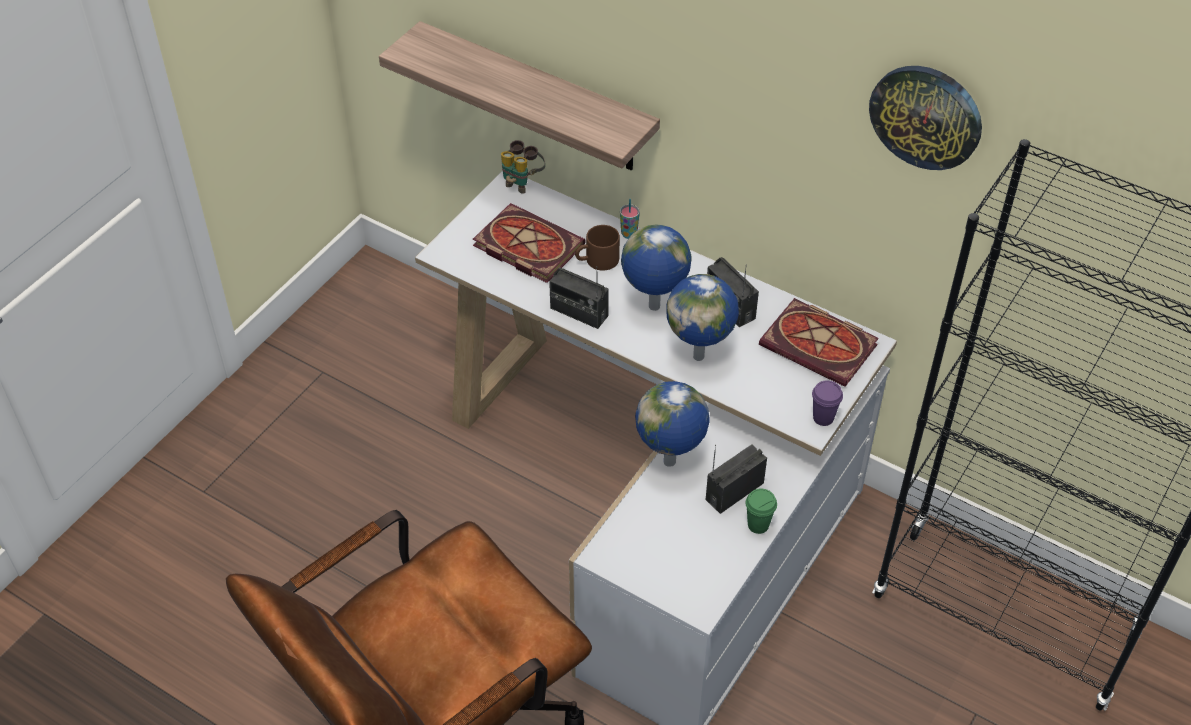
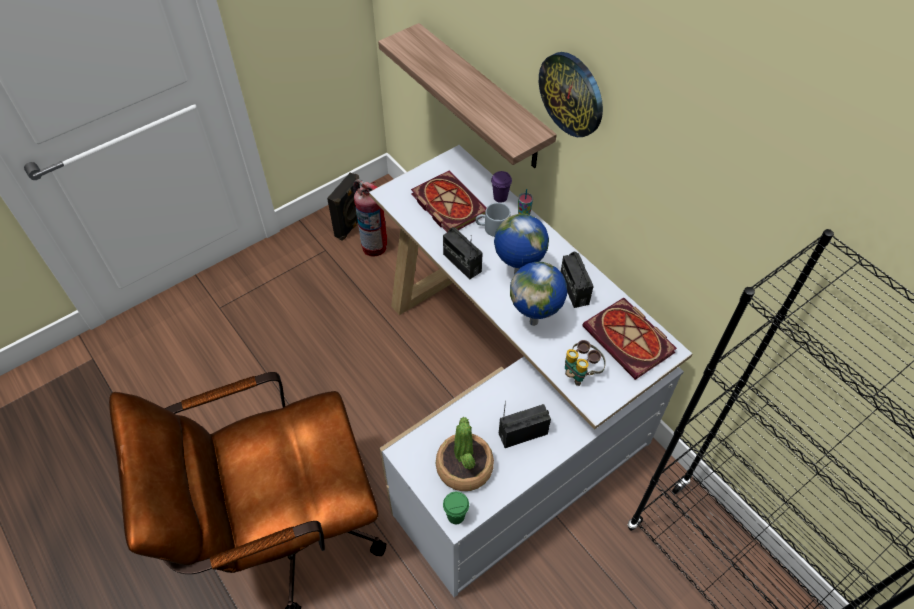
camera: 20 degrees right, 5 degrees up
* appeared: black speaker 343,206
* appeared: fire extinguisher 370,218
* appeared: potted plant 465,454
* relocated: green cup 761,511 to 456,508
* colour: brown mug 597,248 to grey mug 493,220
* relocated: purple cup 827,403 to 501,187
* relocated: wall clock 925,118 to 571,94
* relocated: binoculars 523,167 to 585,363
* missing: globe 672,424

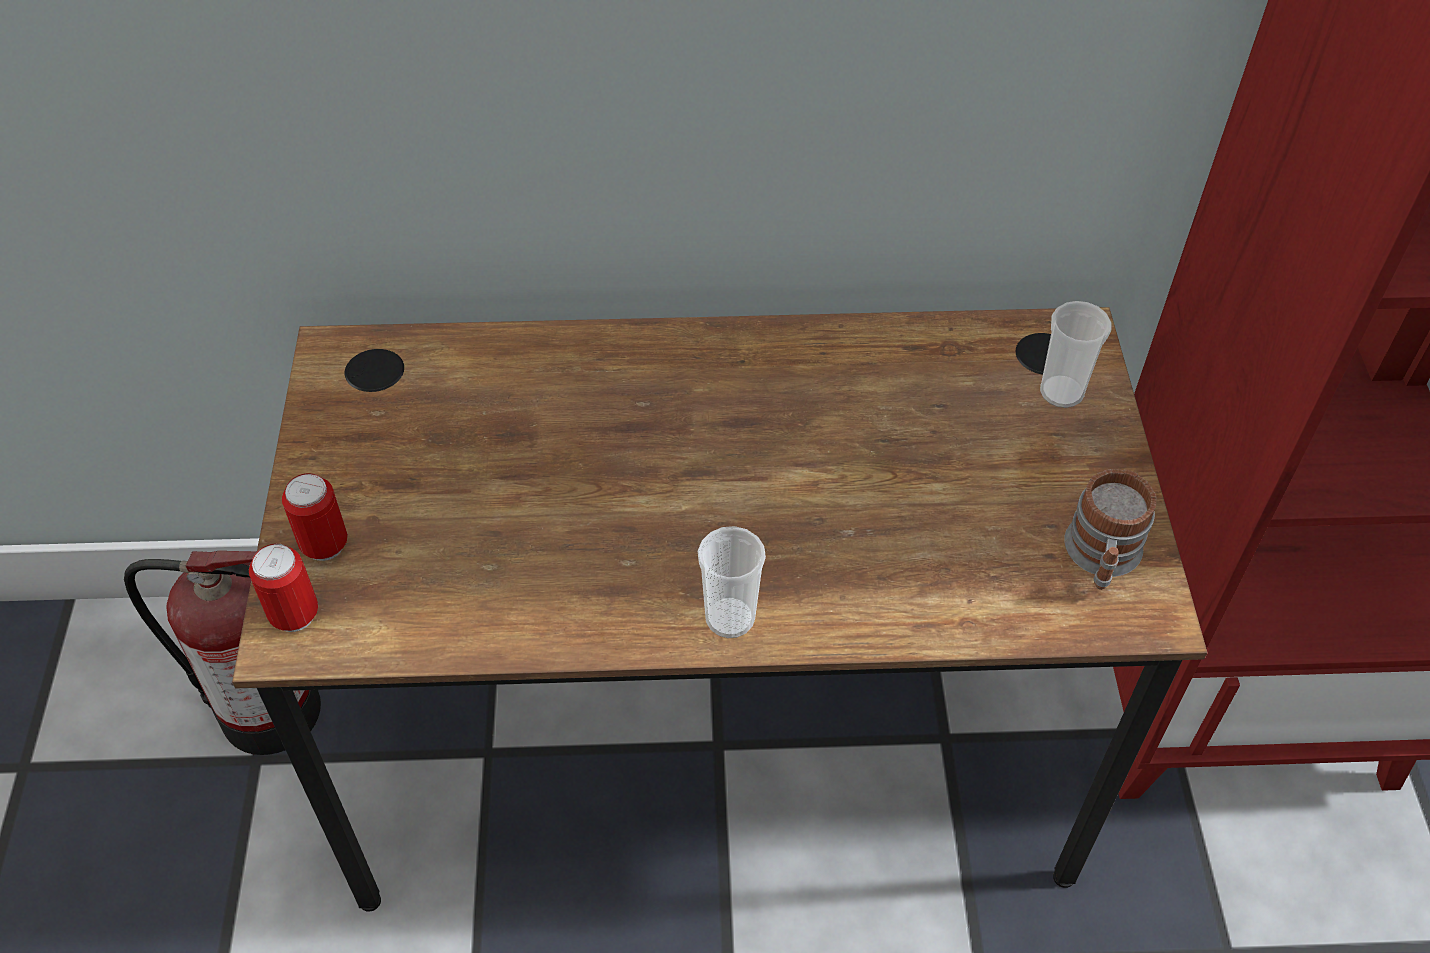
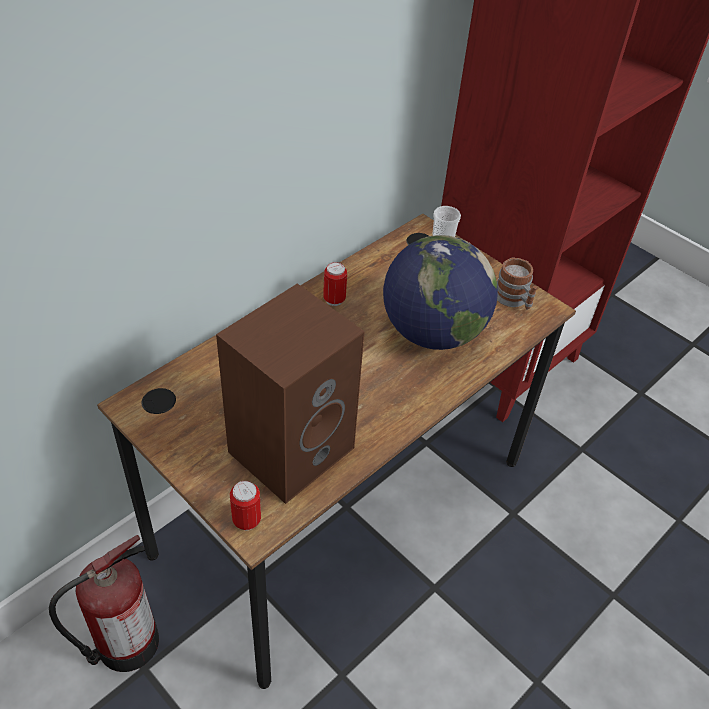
camera: 45 degrees left, 5 degrees down
* appeared: brown speaker 290,393
* relocated: can 315,517 to 335,284
* appeared: globe 440,292
* missing: cup 732,582

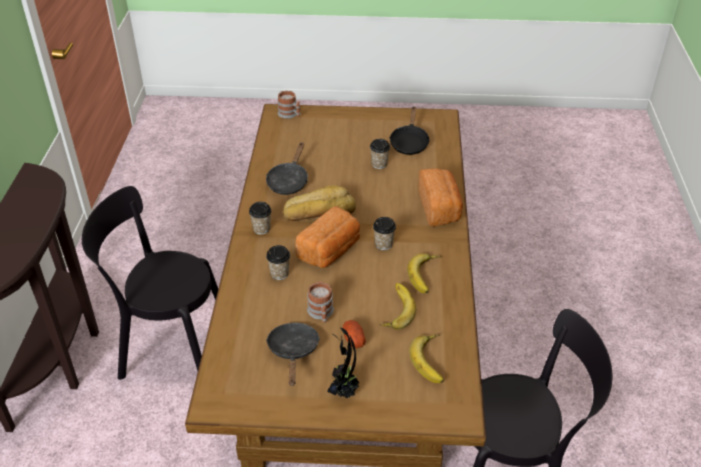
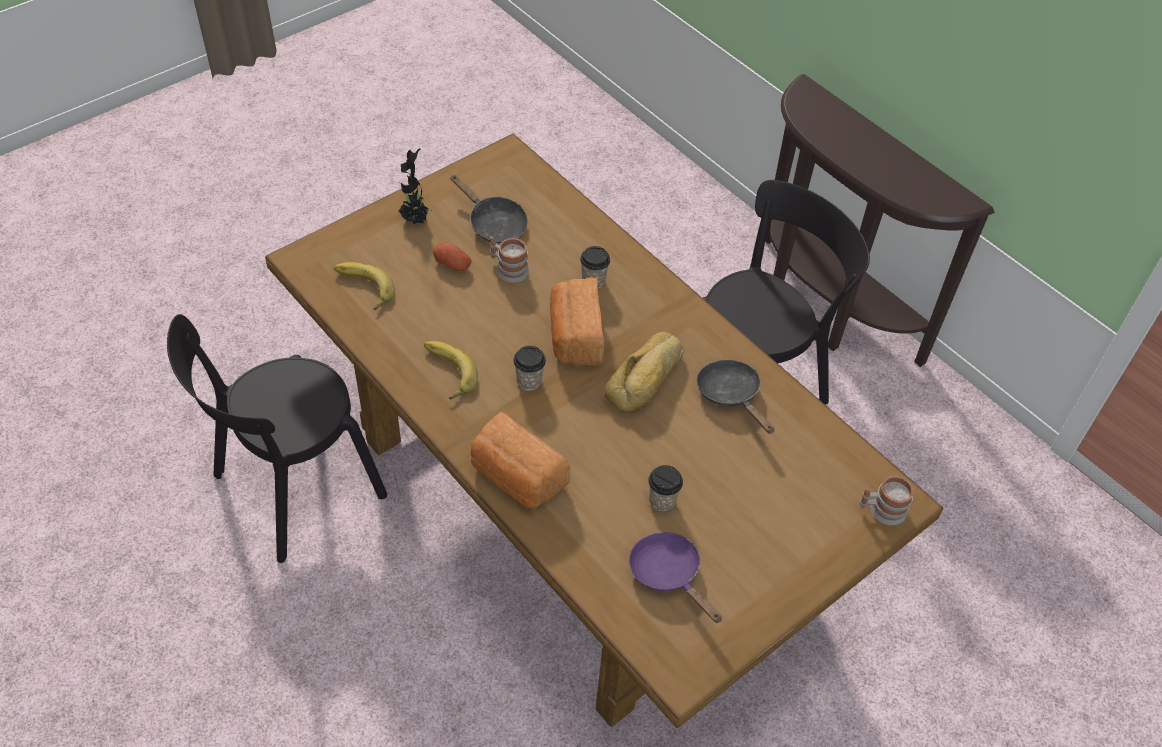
camera: 135 degrees right, 10 degrees up
* colour: black frying pan 409,130 to purple frying pan 675,577
* missing: cup 260,218
* missing: banana 397,306

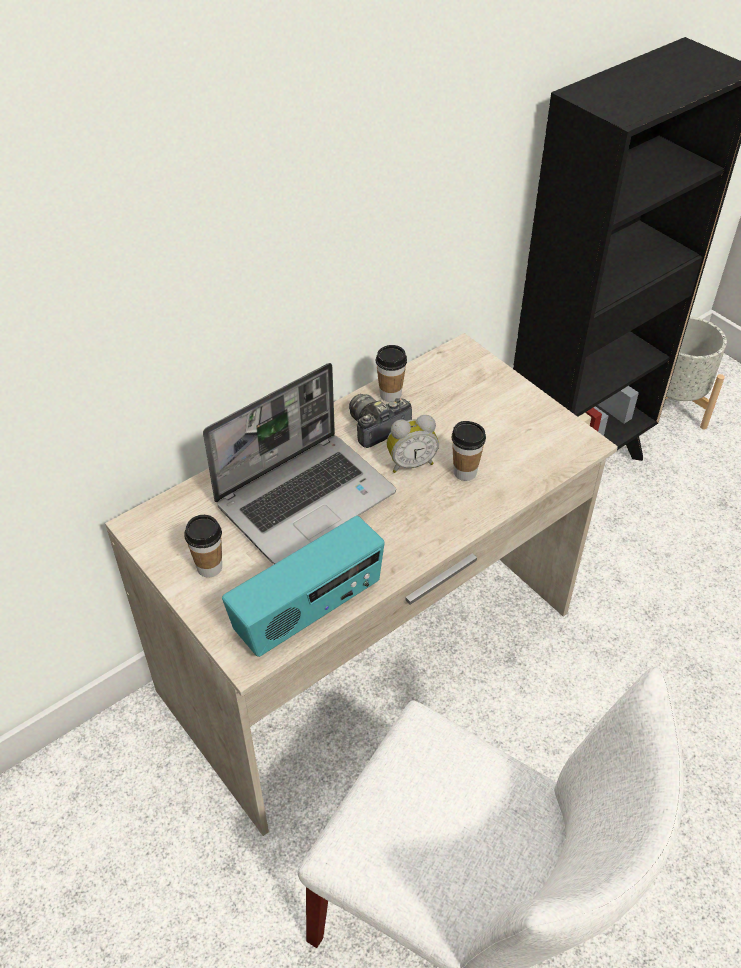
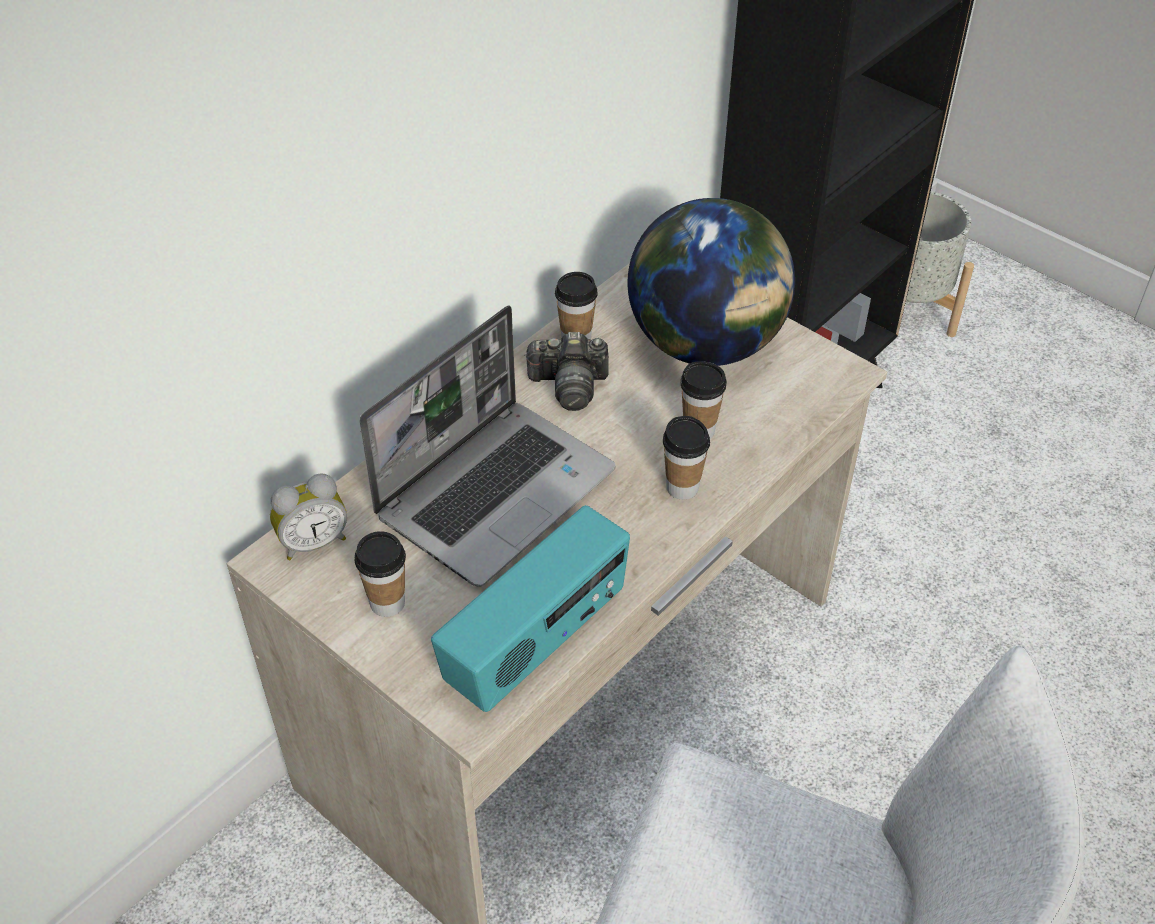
camera: 10 degrees left, 0 degrees up
* relocated: alarm clock 413,444 to 308,516
* spun: photo camera 380,421 = 566,371 135 degrees counterclockwise
* appeared: globe 711,282
* appeared: cup 686,458

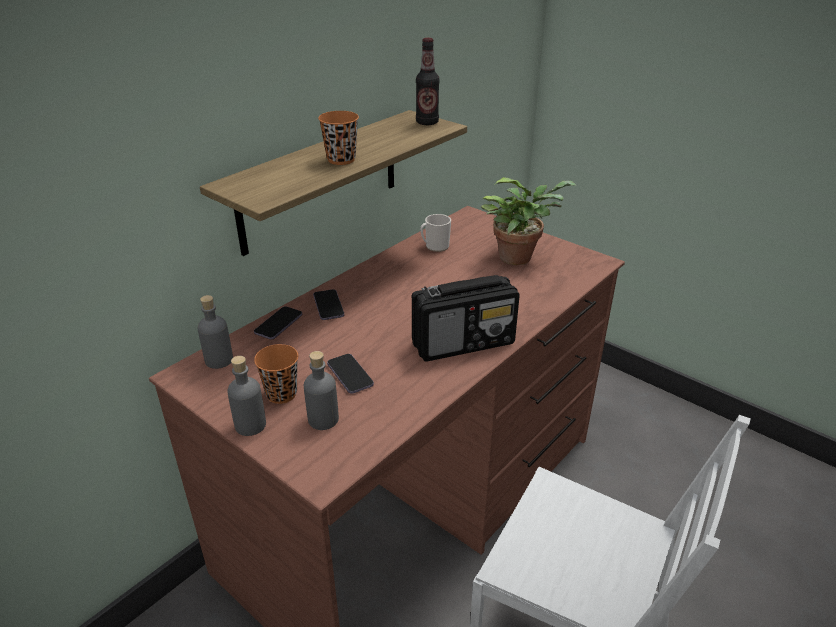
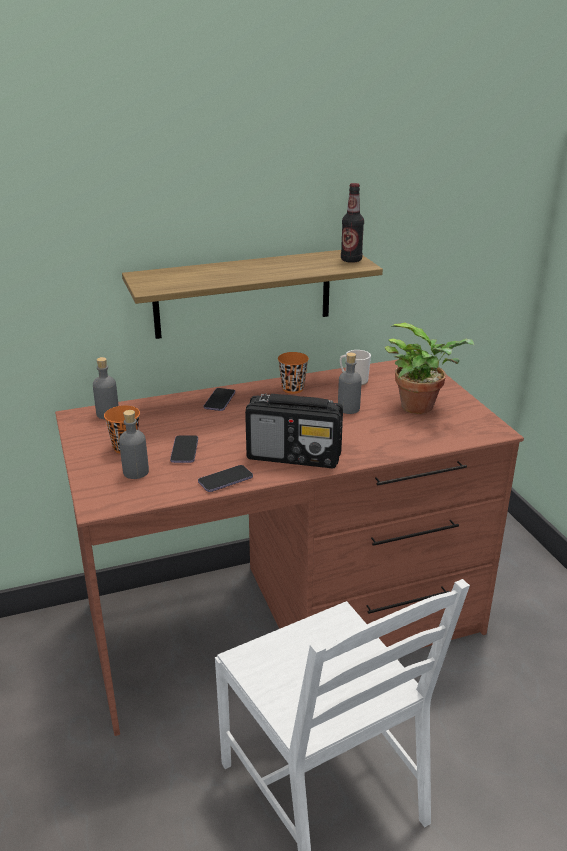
camera: 30 degrees right, 5 degrees down
* relocated: phone 278,323 to 225,478
* relocated: orange cup 338,138 to 293,373
* relocated: grey bottle 246,396 to 350,383

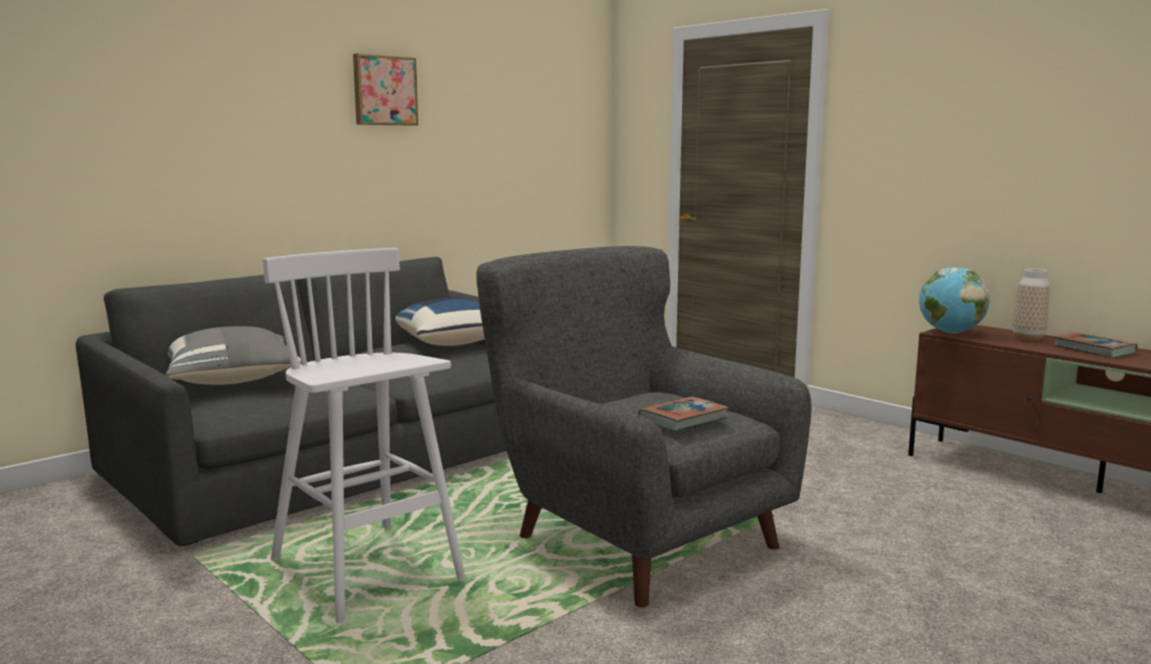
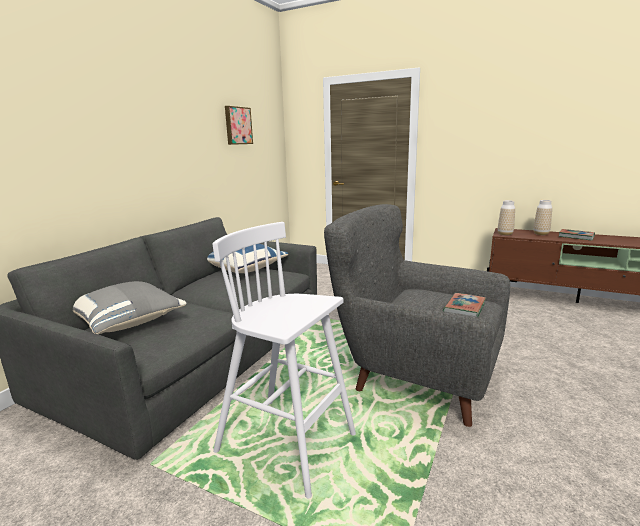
camera: 20 degrees left, 5 degrees up
* relocated: picture 385,90 to 239,125
* exchanged: globe 954,300 to vase 506,218

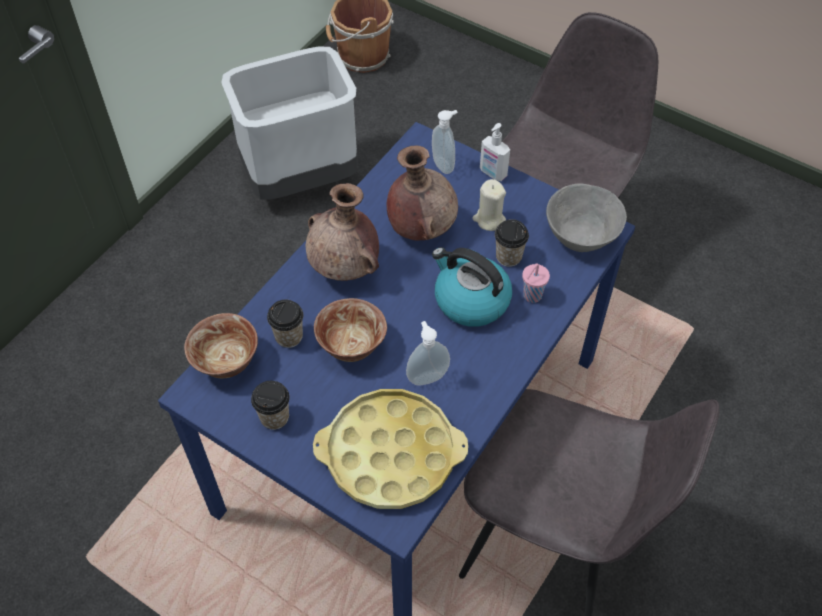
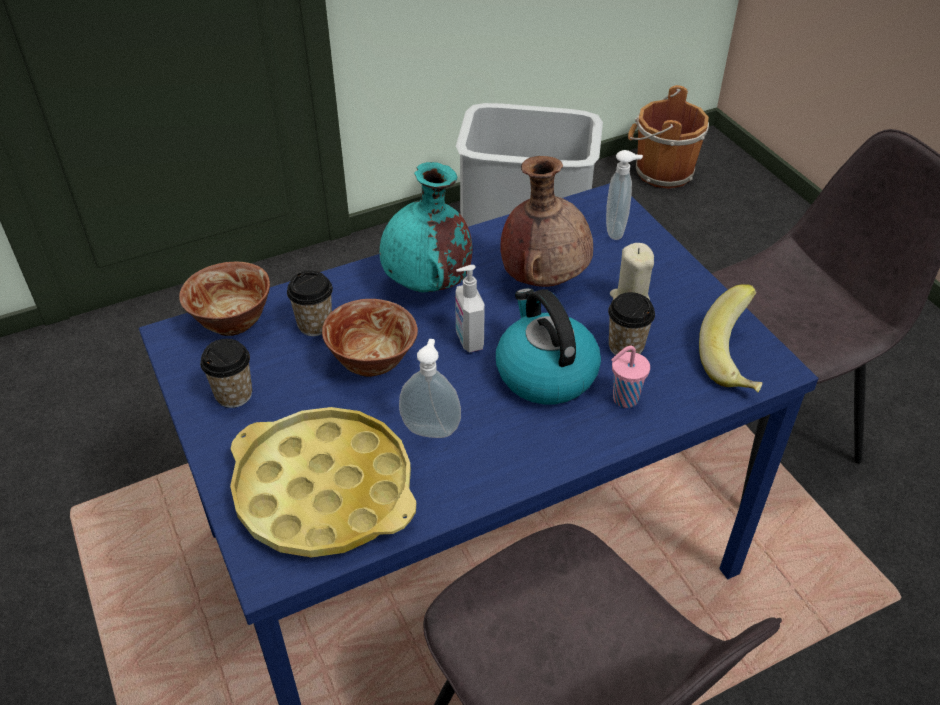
camera: 30 degrees right, 10 degrees down
* colour: brown vase 342,232 to turquoise vase 426,227
* relocated: soap dispenser 495,152 to 470,309
* exchanged: grey bowl 586,217 to banana 731,338

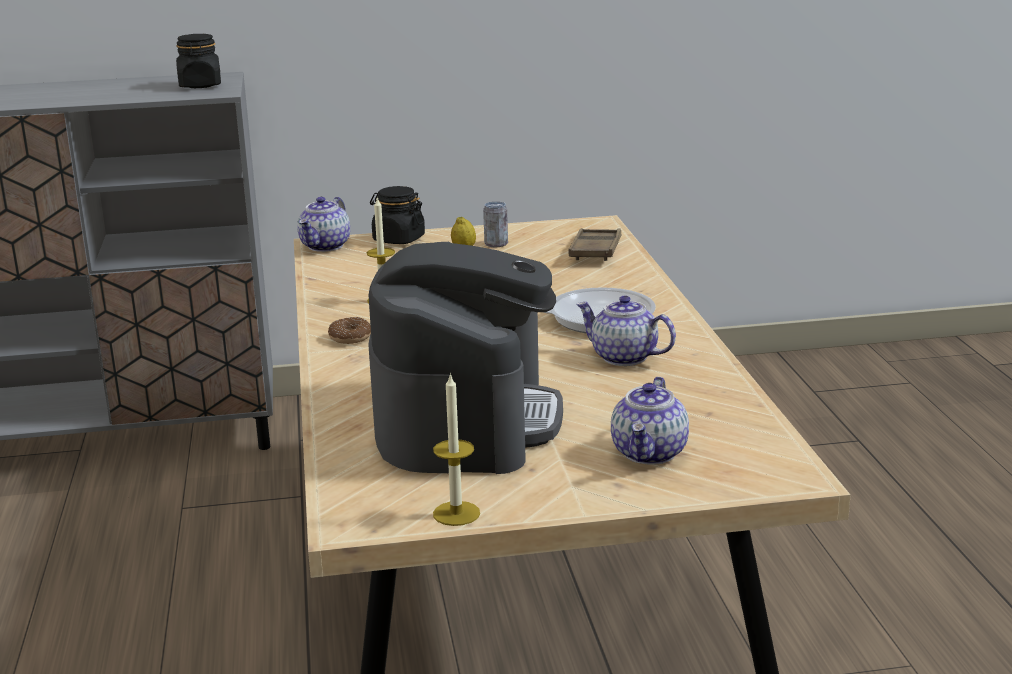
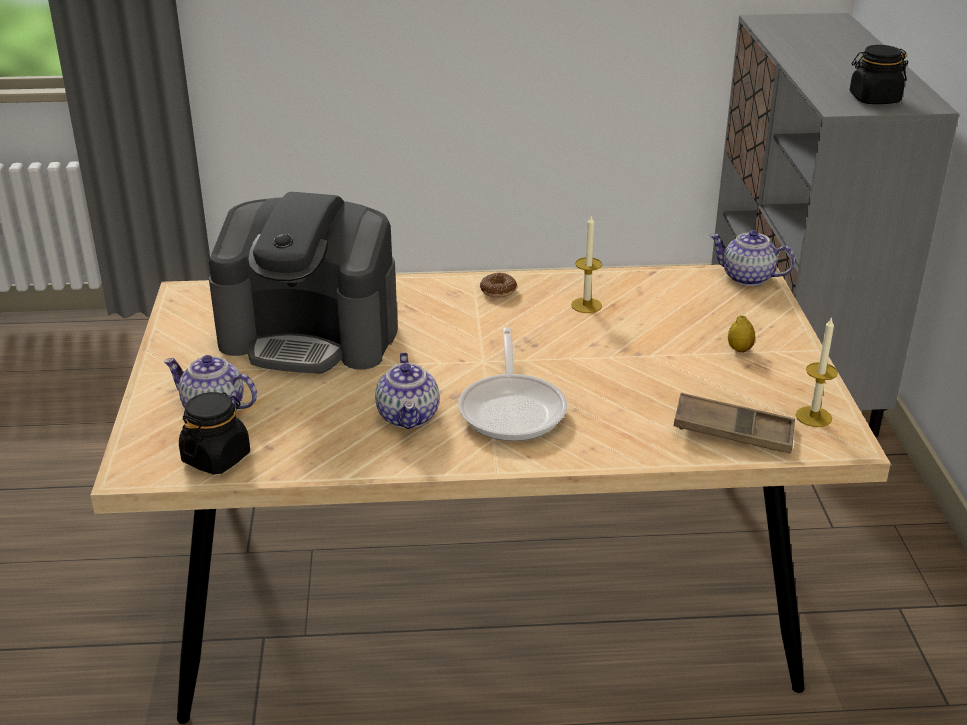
camera: 95 degrees right, 10 degrees up
* relocated: black jar 397,215 to 214,433
* spun: teapot 626,330 = 407,390 135 degrees clockwise
* relocated: candle 456,449 to 817,371
* missing: can 495,224

